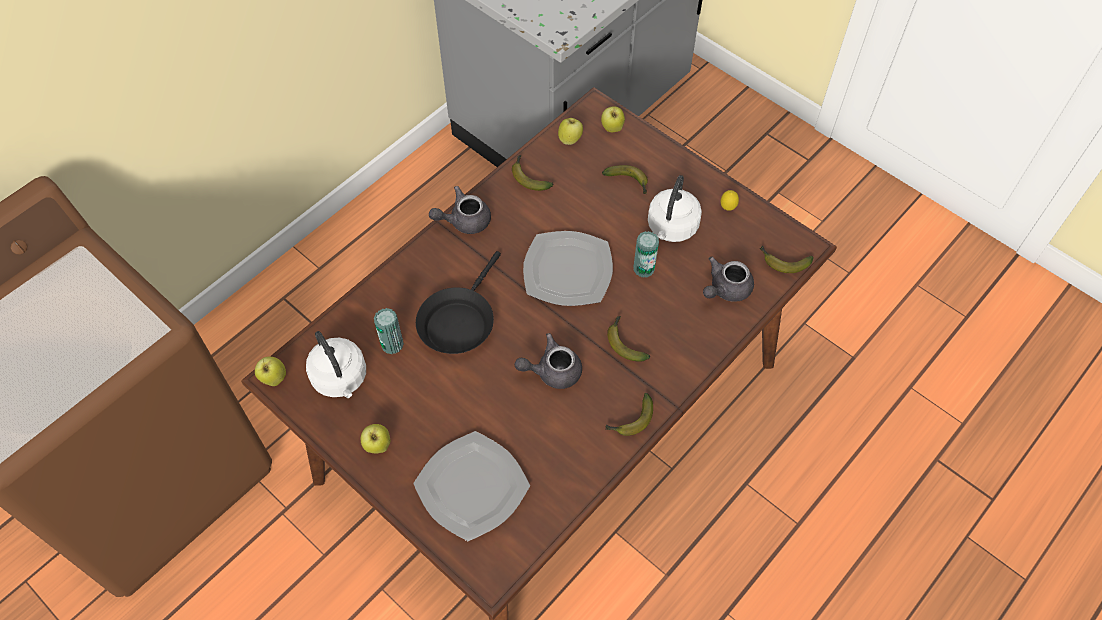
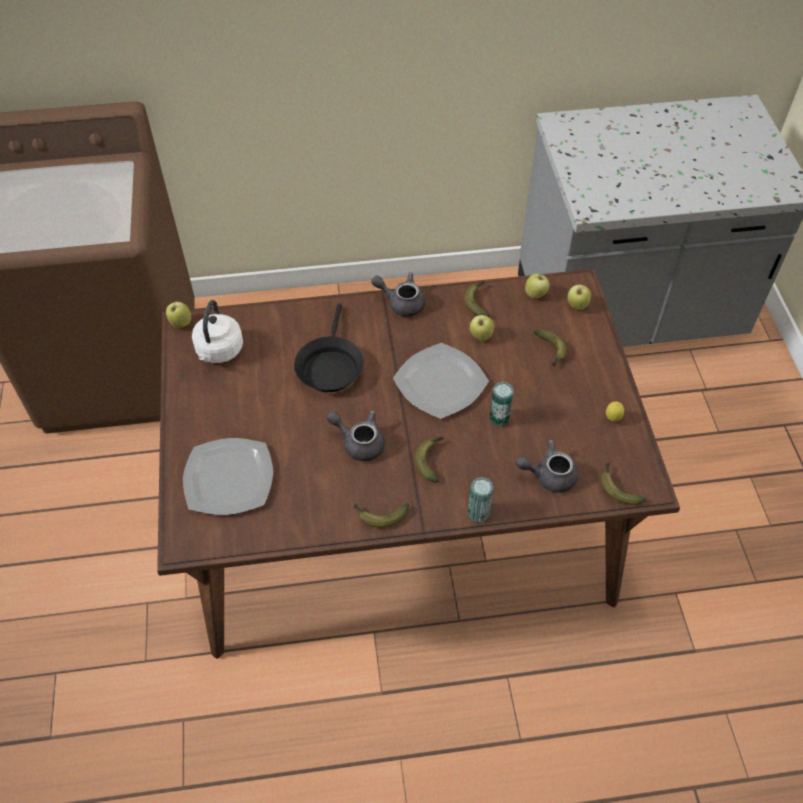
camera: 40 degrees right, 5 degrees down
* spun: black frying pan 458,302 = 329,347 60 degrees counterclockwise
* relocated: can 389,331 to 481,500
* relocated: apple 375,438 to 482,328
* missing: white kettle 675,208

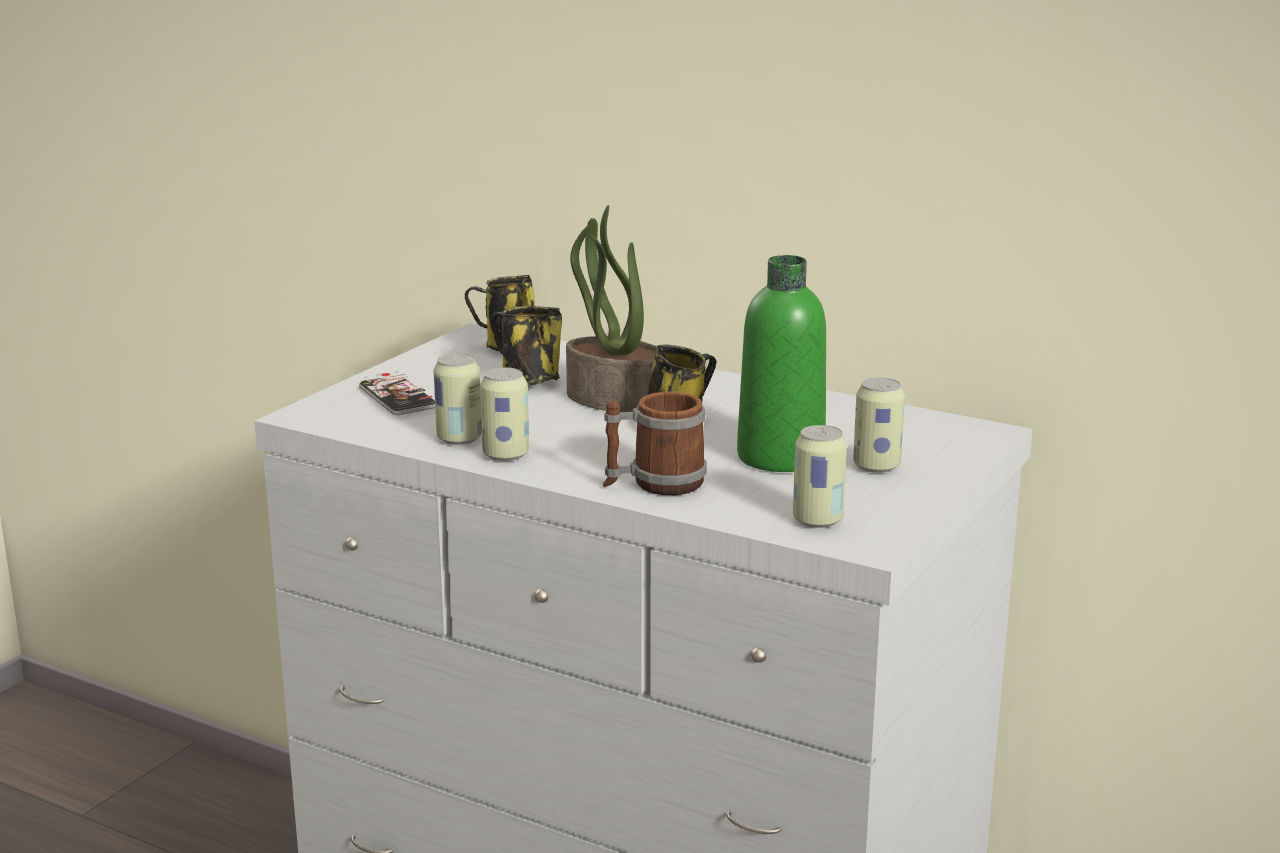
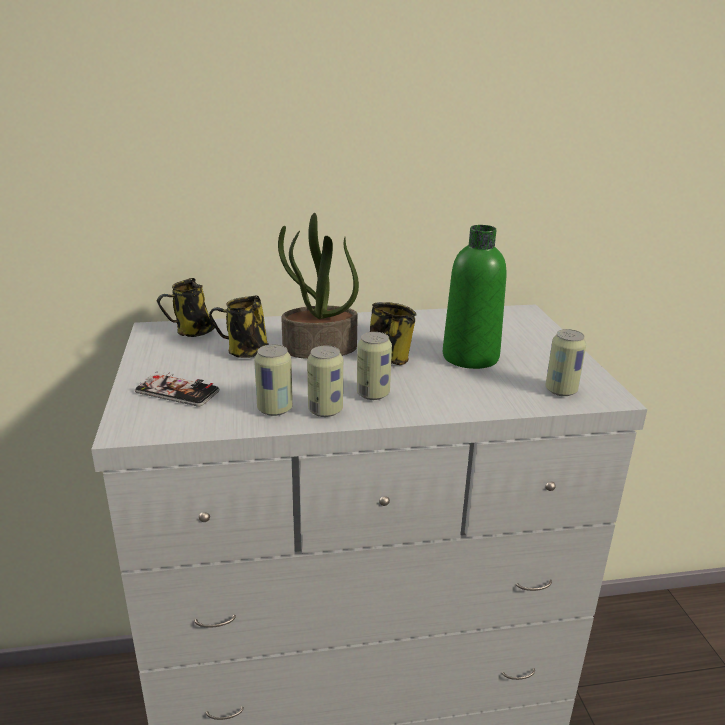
camera: 40 degrees left, 5 degrees up
* relocated: can 879,425 to 374,366
* missing: mug 655,443

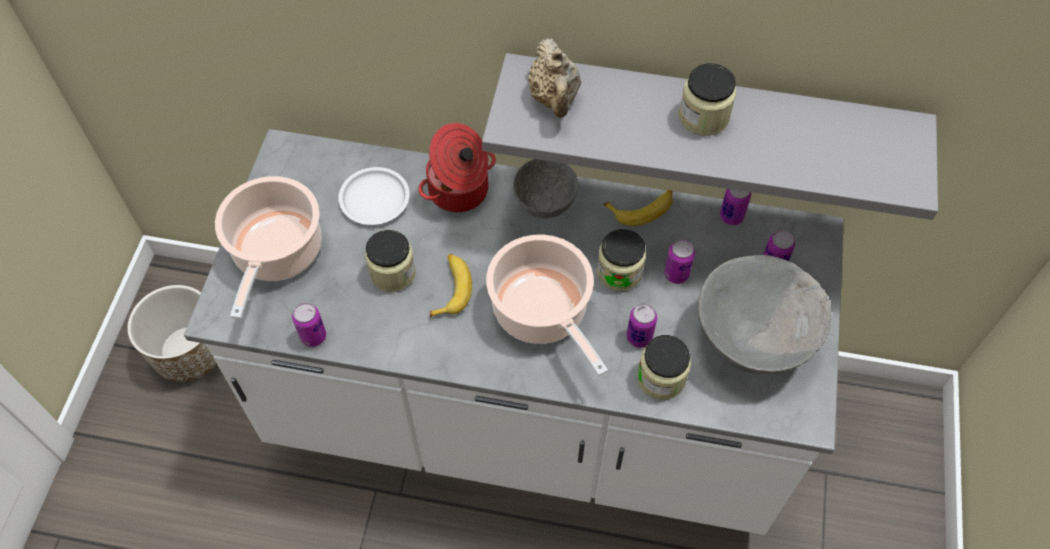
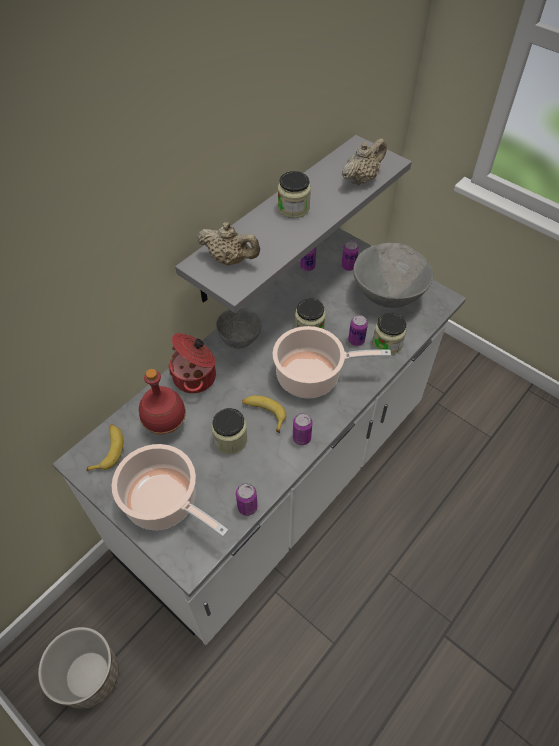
camera: 60 degrees left, 5 degrees down
* relocated: banana 637,208 to 104,447
* exchanged: white plate 374,196 to red bottle 162,402
* relocated: can 679,261 to 303,429
* appeared: beige teapot 364,162

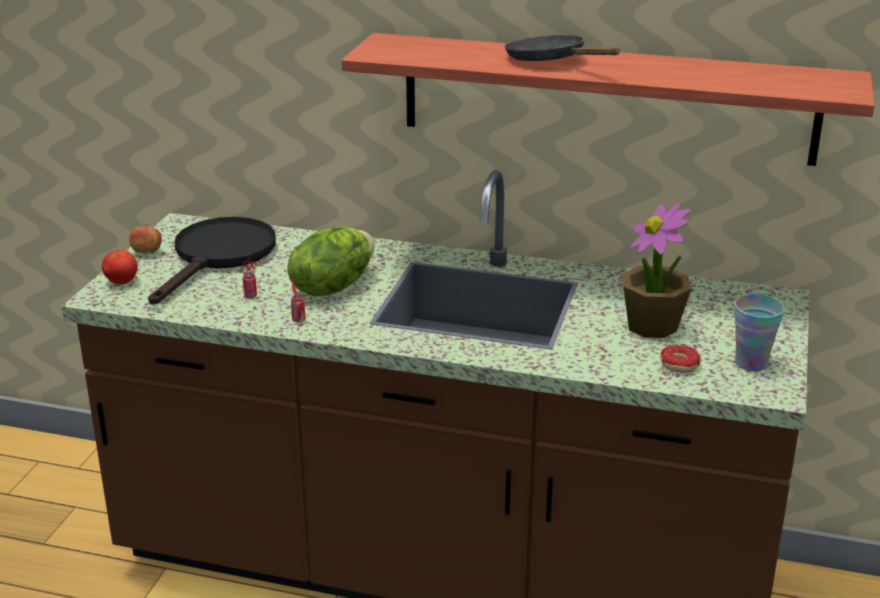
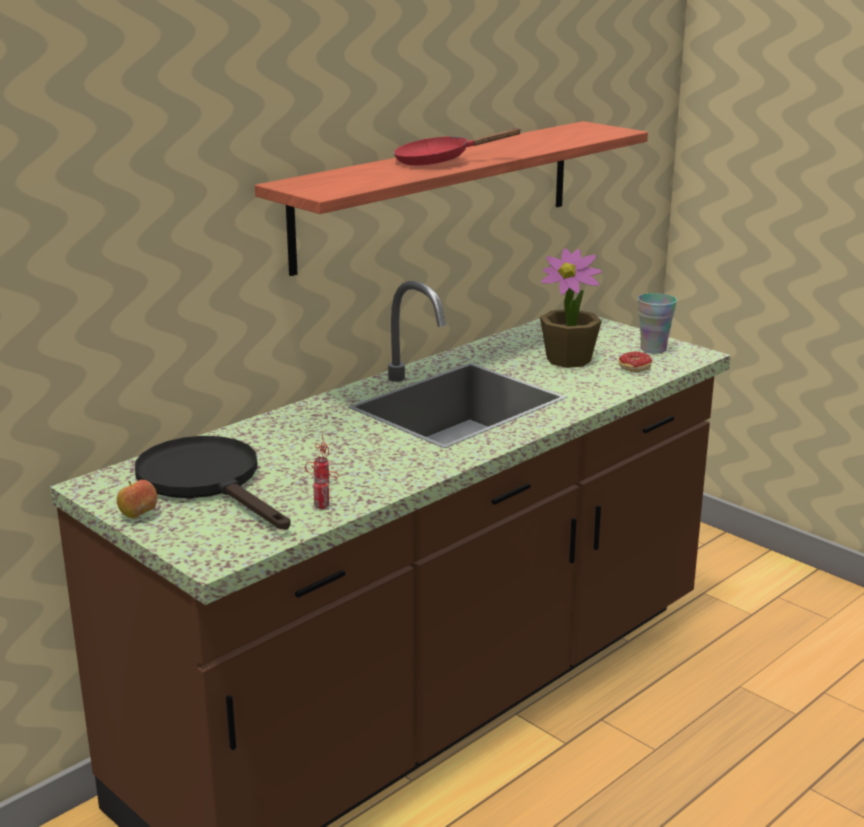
camera: 60 degrees left, 5 degrees down
* relocated: can 298,300 to 322,482
* colour: black frying pan 562,48 to red frying pan 457,147
* missing: tomato 120,267
* missing: lettuce 331,261

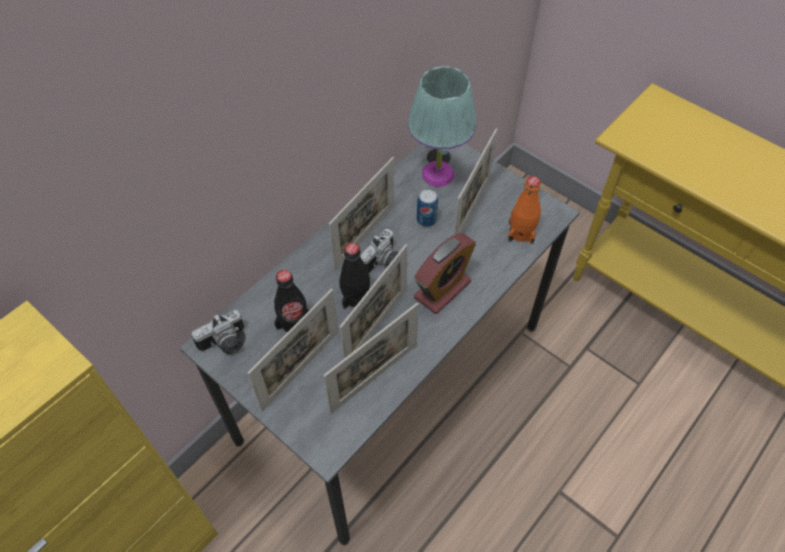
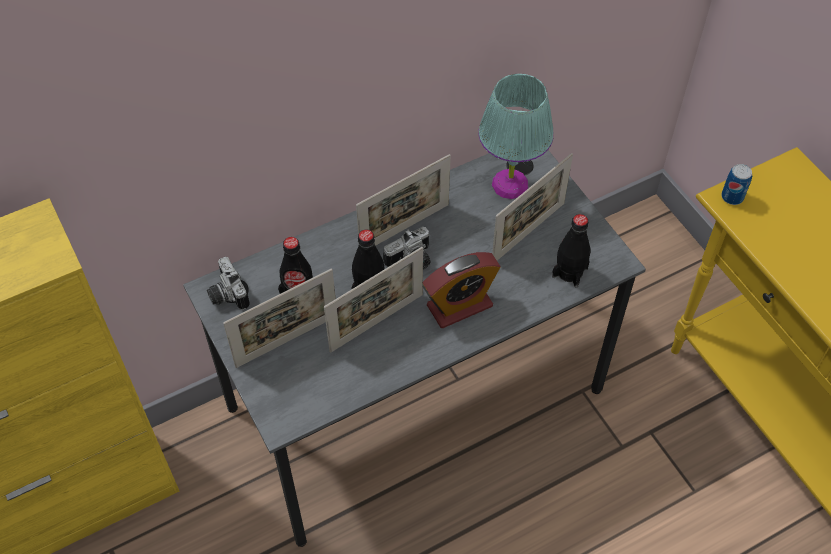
camera: 20 degrees right, 0 degrees up
* spun: photo camera 218,332 = 228,283 75 degrees clockwise
* colour: orange bottle 524,210 to black bottle 571,250
* relocated: can 427,208 to 736,184
* missing: picture frame 371,358

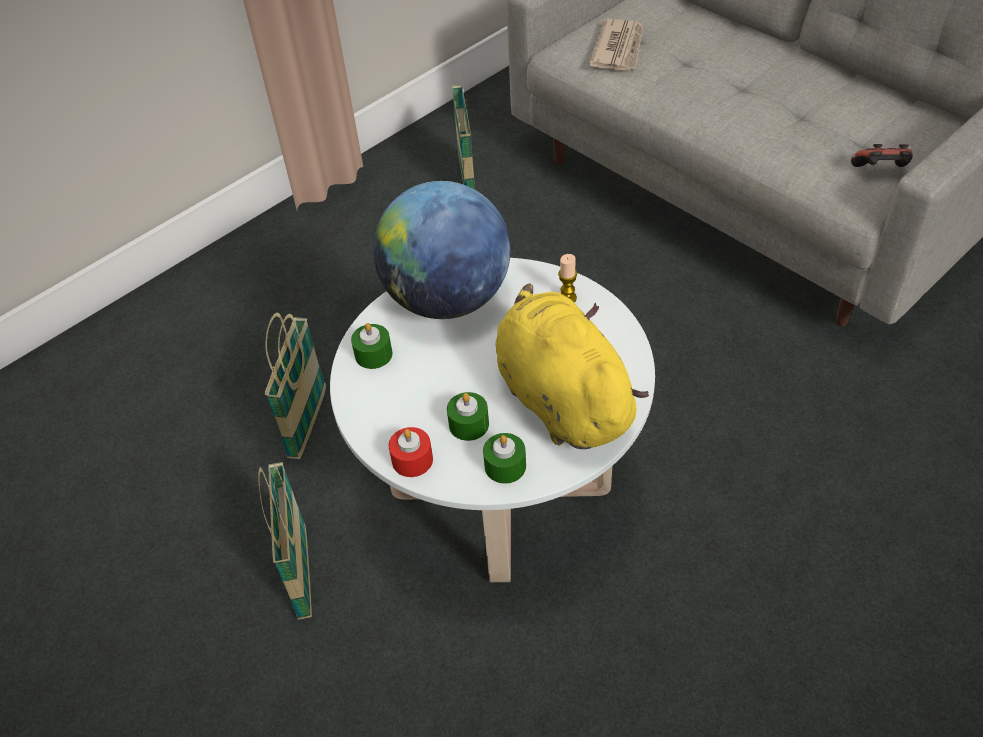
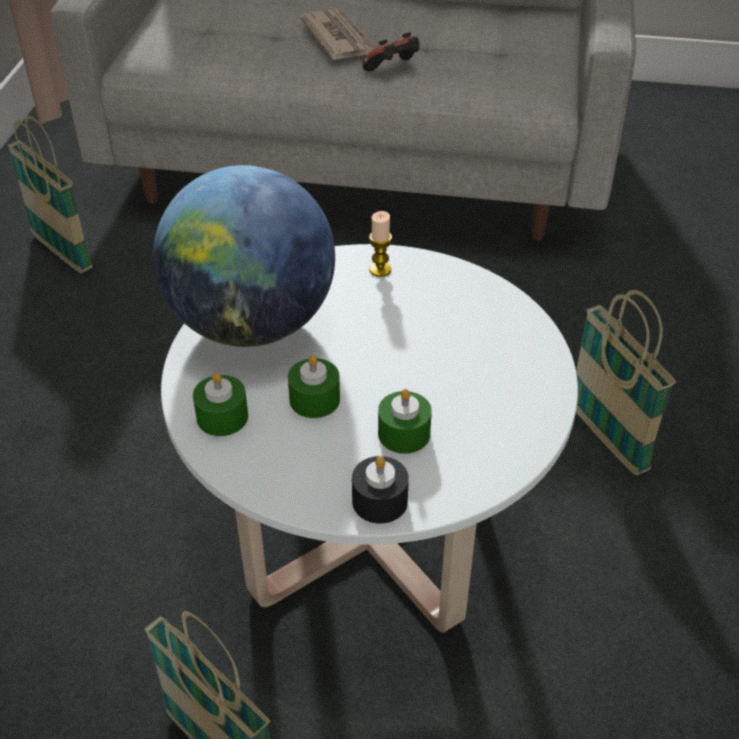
camera: 40 degrees left, 5 degrees down
* relocated: green candle 504,458 to 314,386
* relocated: newspaper 615,45 to 338,34
* colour: red candle 411,452 to black candle 380,490
* relocated: game controller 882,155 to 390,52
* relocated: basket 295,386 to 626,382
* missing: yellow plush toy 572,366

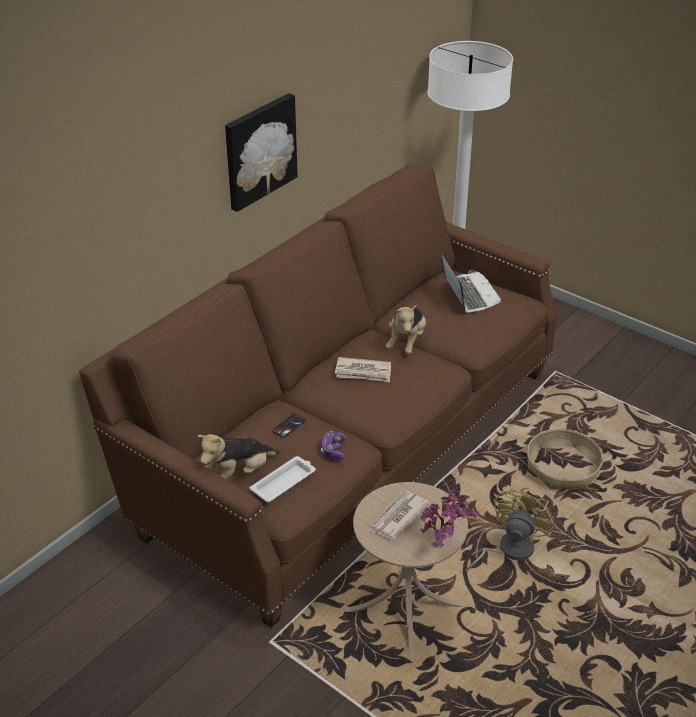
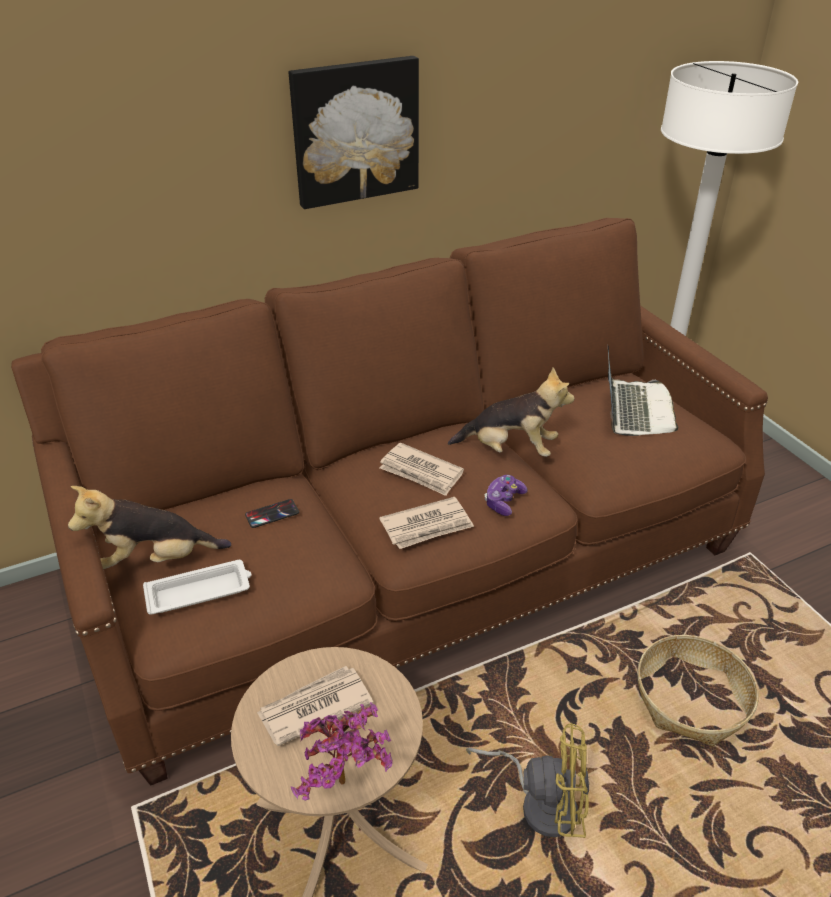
camera: 25 degrees right, 0 degrees up
* appeared: newspaper 426,523
* spun: plush toy 406,329 = 511,412 120 degrees counterclockwise
* spun: yellow fan 510,529 = 528,780 45 degrees clockwise
* relocated: game controller 334,445 to 506,495

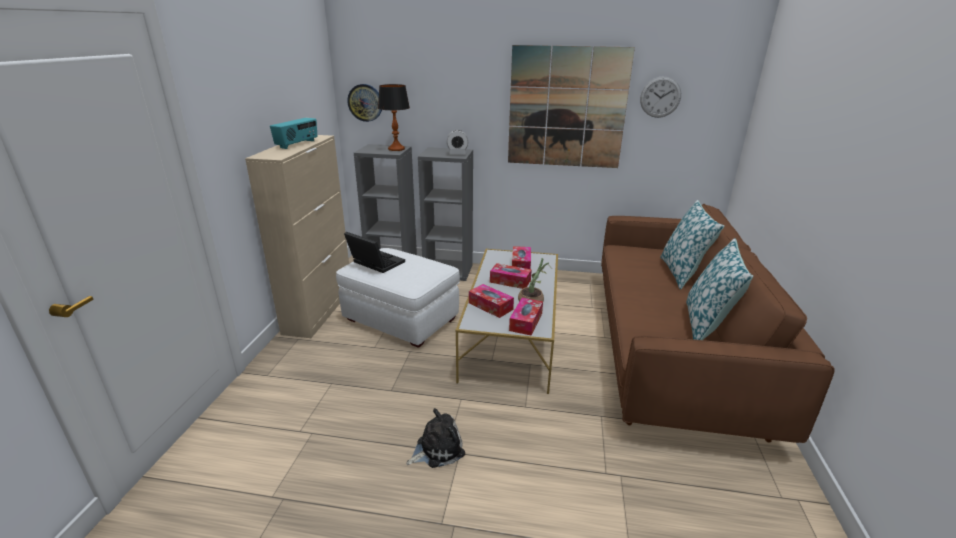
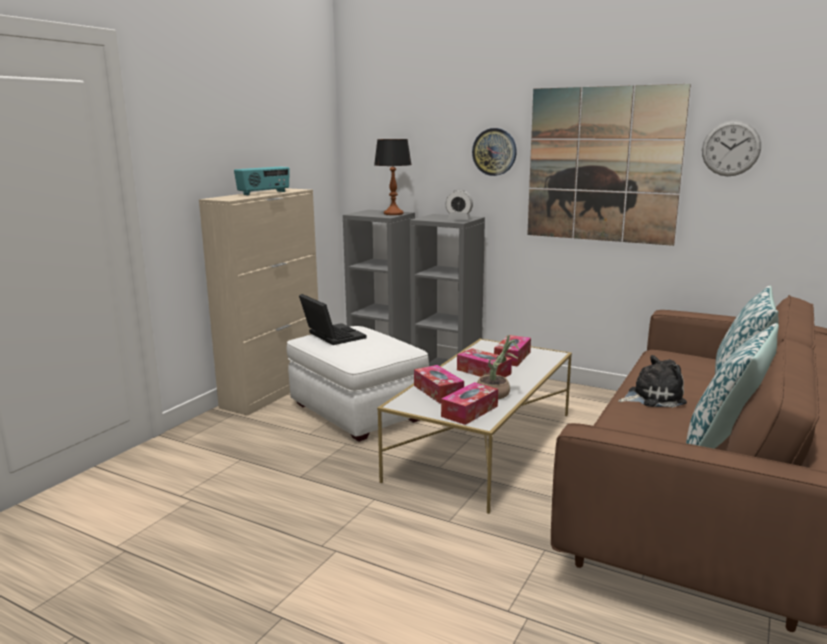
camera: 20 degrees right, 10 degrees down
* relocated: wall clock 364,103 to 494,152
* relocated: plush toy 435,438 to 652,381

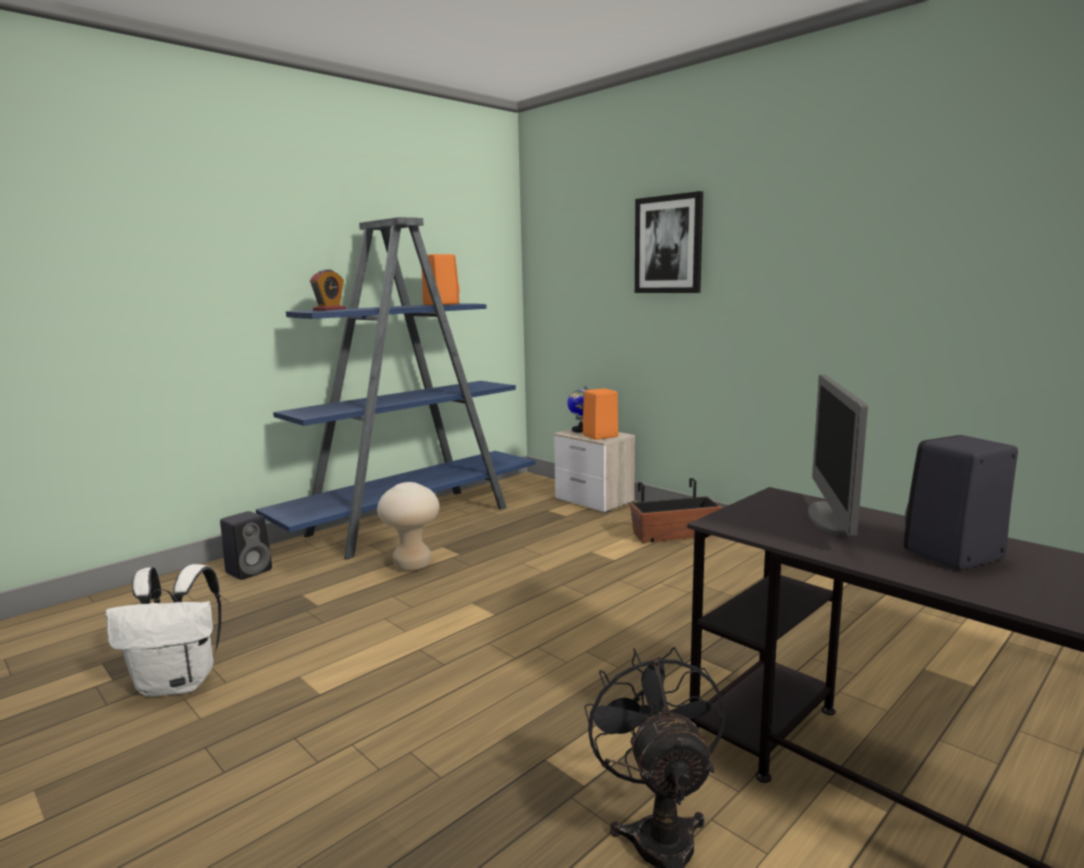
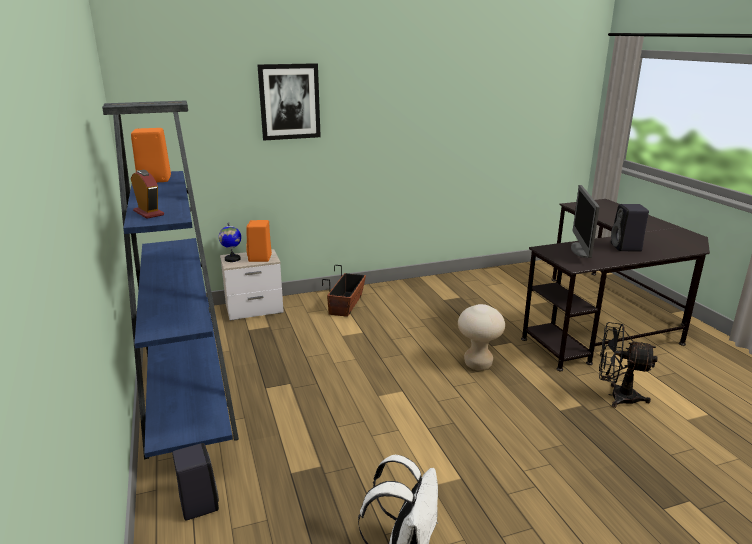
camera: 65 degrees left, 10 degrees up
* relocated: beige stool 408,526 to 481,337
* spun: monitor 838,456 = 585,221 60 degrees clockwise

